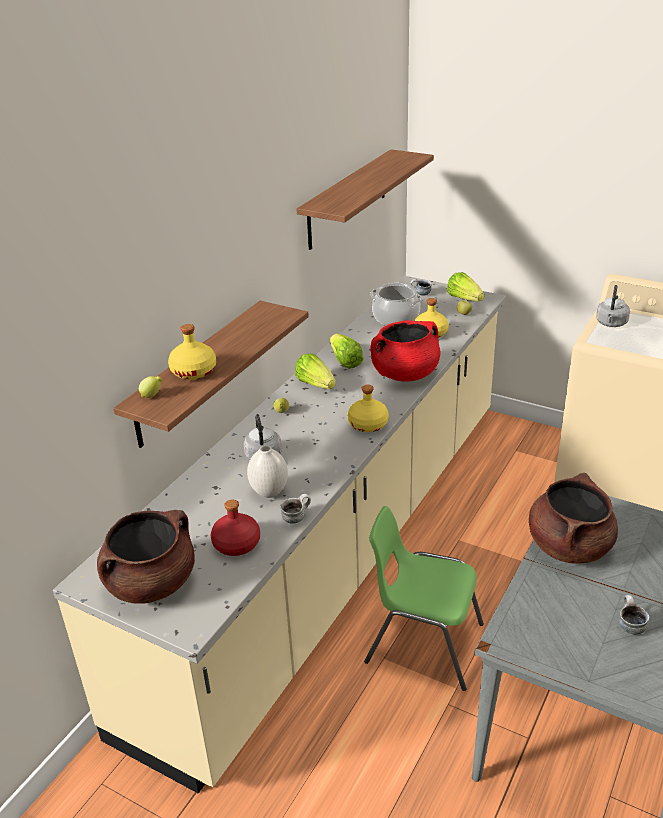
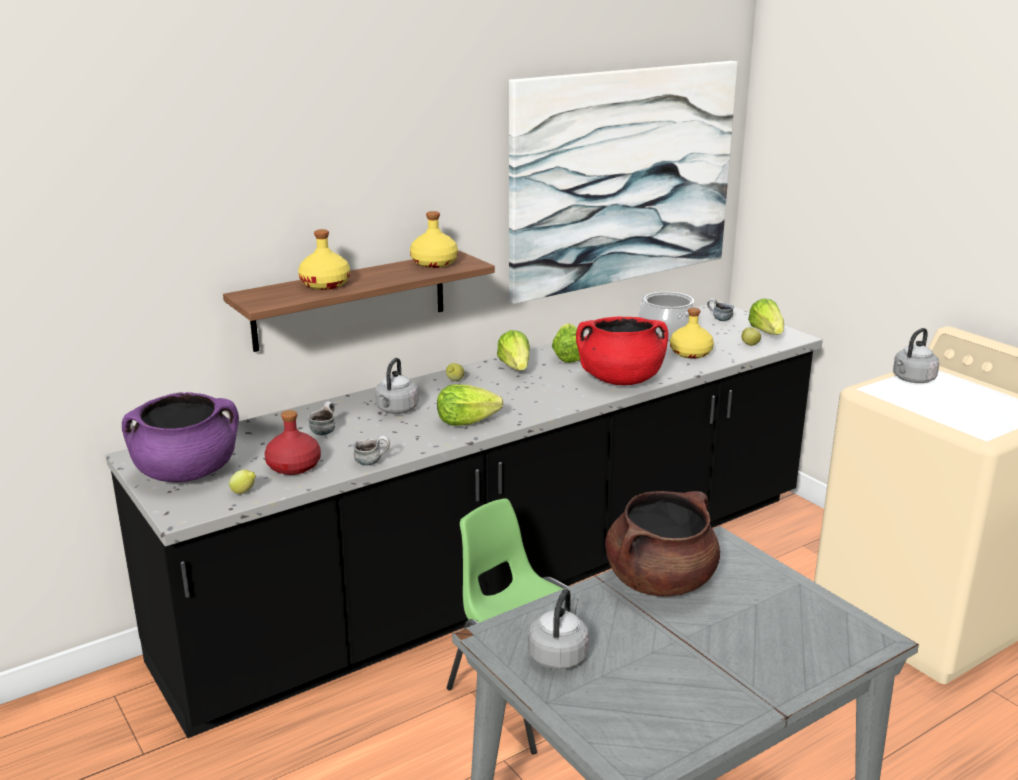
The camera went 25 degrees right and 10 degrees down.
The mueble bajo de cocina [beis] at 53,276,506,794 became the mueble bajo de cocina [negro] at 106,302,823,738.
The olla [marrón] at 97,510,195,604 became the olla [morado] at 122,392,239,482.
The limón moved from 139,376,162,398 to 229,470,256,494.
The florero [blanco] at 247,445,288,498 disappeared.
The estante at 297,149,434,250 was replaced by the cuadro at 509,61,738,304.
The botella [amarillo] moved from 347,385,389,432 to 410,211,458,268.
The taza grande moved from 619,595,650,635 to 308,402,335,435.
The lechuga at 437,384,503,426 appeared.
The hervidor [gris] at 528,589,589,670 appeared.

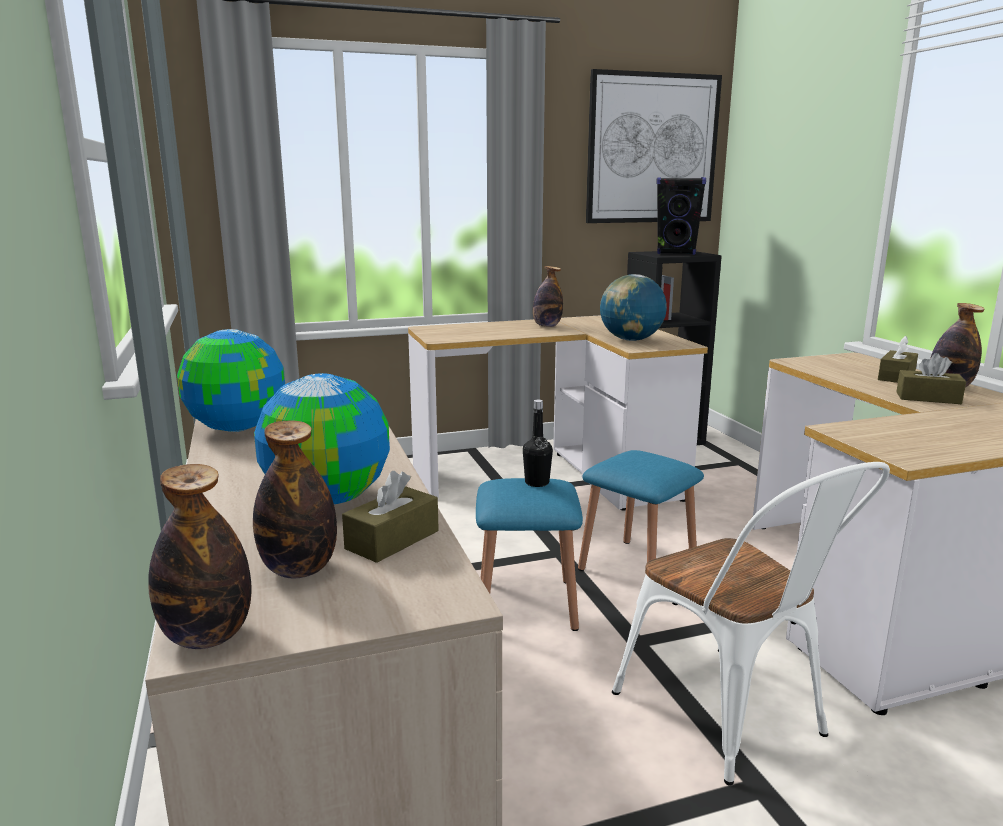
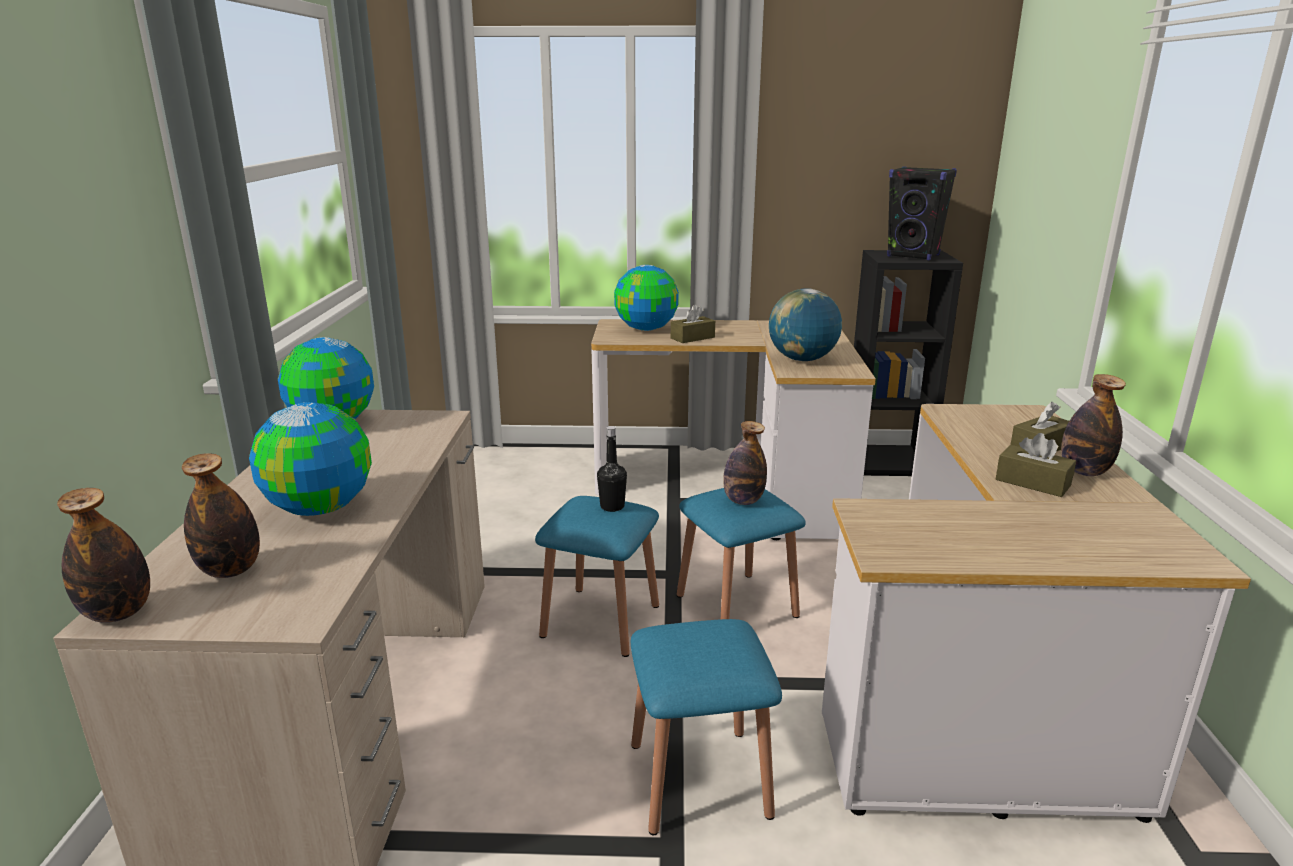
The camera went 20 degrees right and 5 degrees up.
The caja de pañuelos [marrón] moved from 342,471,439,563 to 671,304,715,343.
The botella moved from 533,266,563,327 to 723,421,767,505.
The cuadro at 586,69,722,223 disappeared.
The silla [blanco] at 612,462,890,785 was replaced by the taburete [azul] at 631,619,782,835.
The globo terráqueo at 614,265,679,331 appeared.

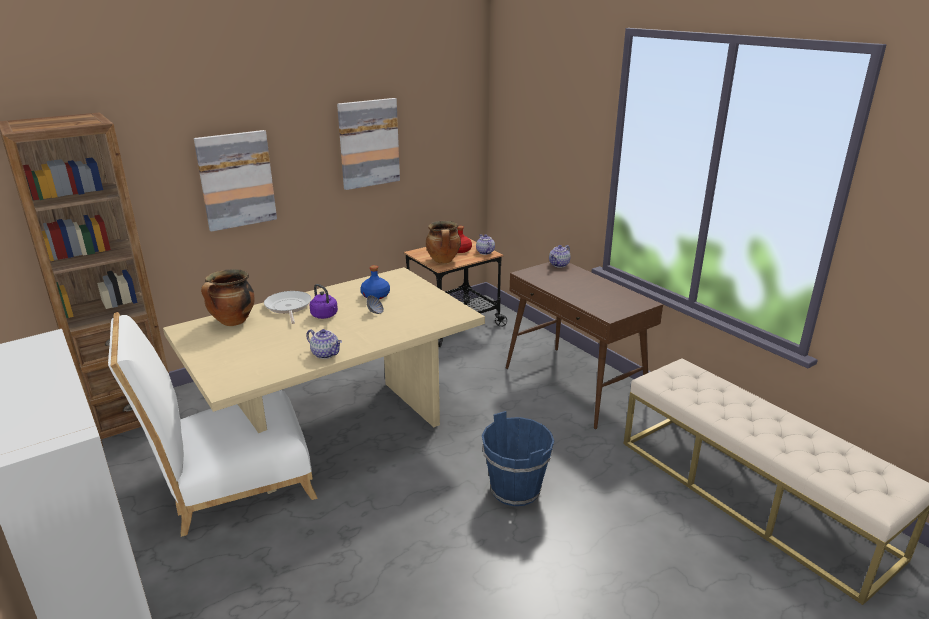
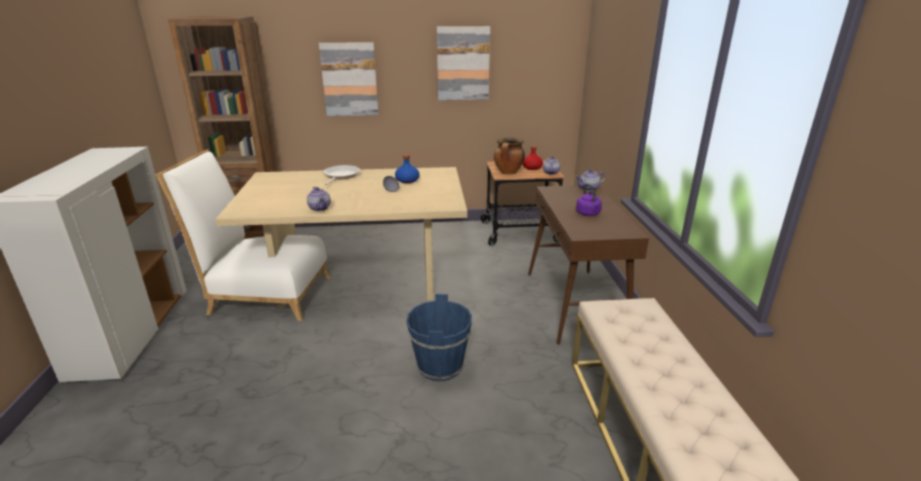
The camera went 30 degrees right and 0 degrees up.
The olla at 201,269,255,326 disappeared.
The hervidor [morado] moved from 310,284,338,319 to 576,184,602,216.

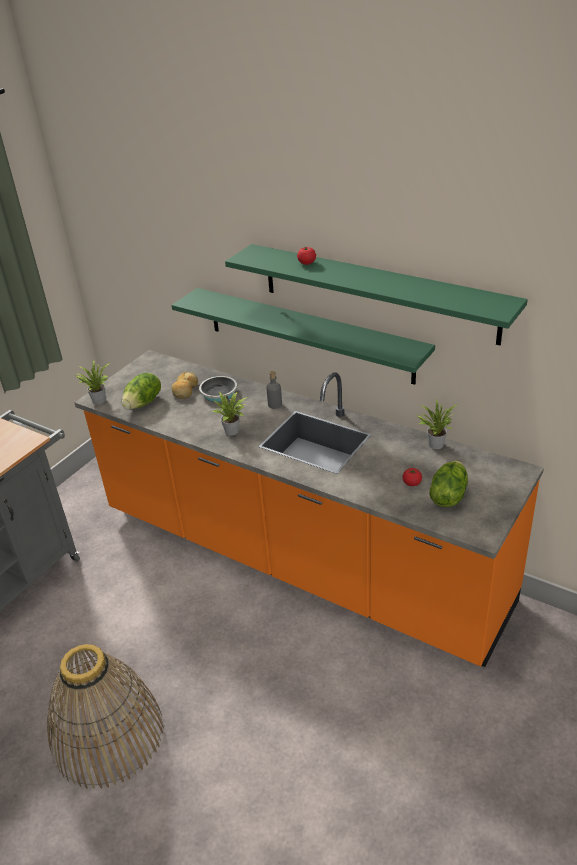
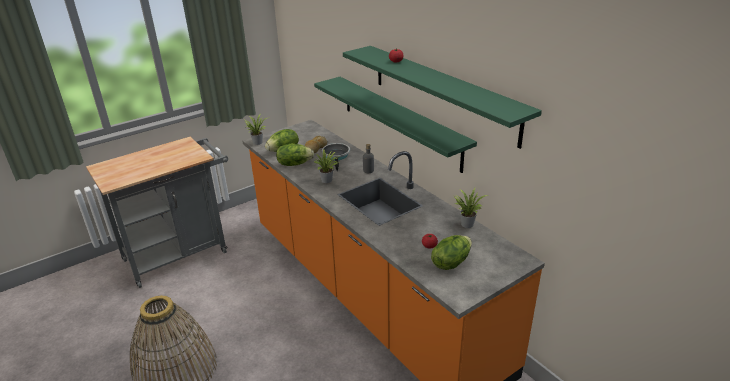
The camera went 20 degrees right and 5 degrees down.
The lechuga at 276,144,314,166 appeared.

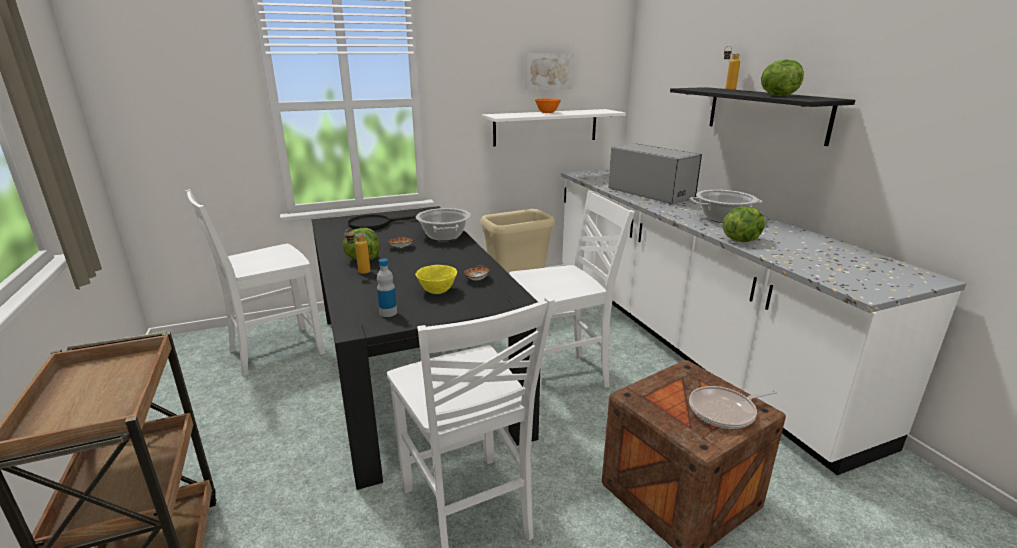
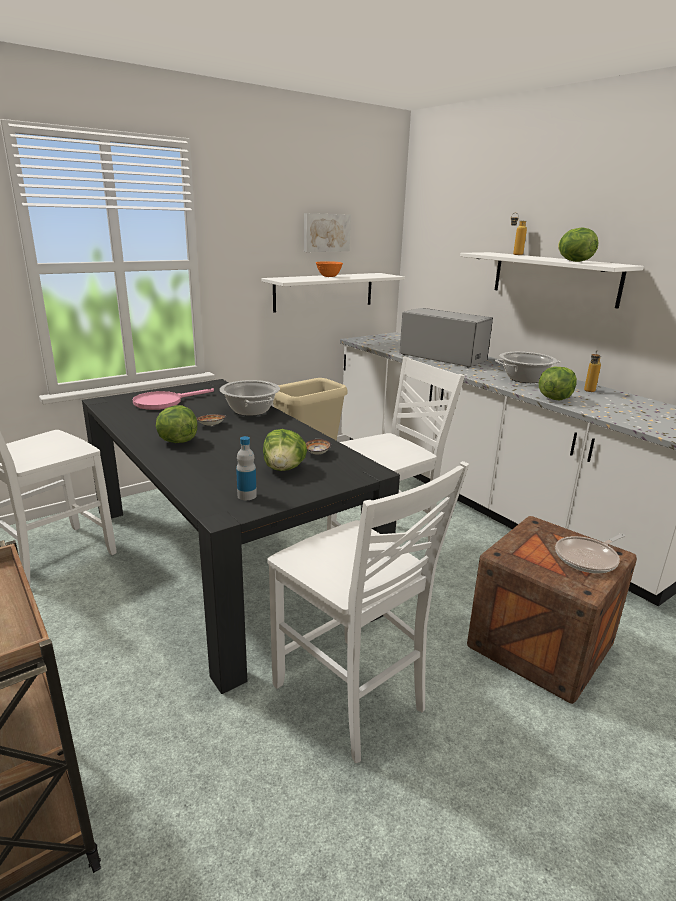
The camera went 15 degrees left and 0 degrees up.
The botella moved from 345,228,370,274 to 584,350,601,392.
The sartén [negro] at 348,215,416,230 became the sartén [rosa] at 133,388,214,410.
The cuenco [amarillo] at 416,265,457,294 was replaced by the lechuga at 263,429,307,471.
The estante [negro] at 670,87,855,146 became the estante [blanco] at 460,252,644,308.

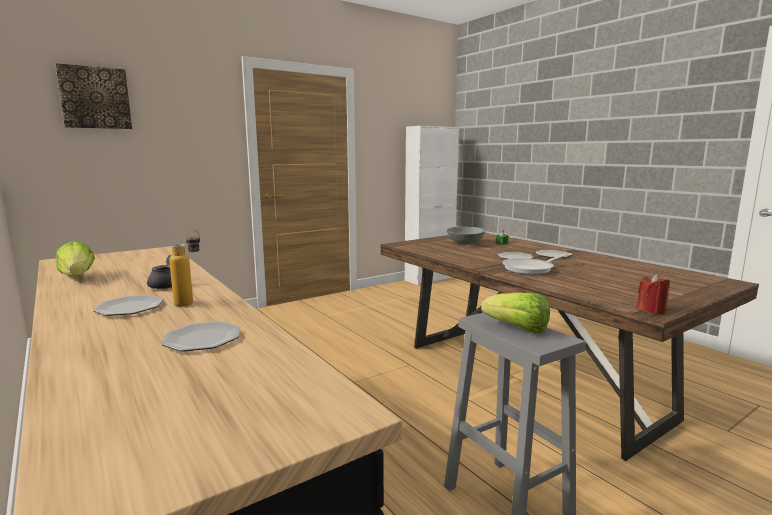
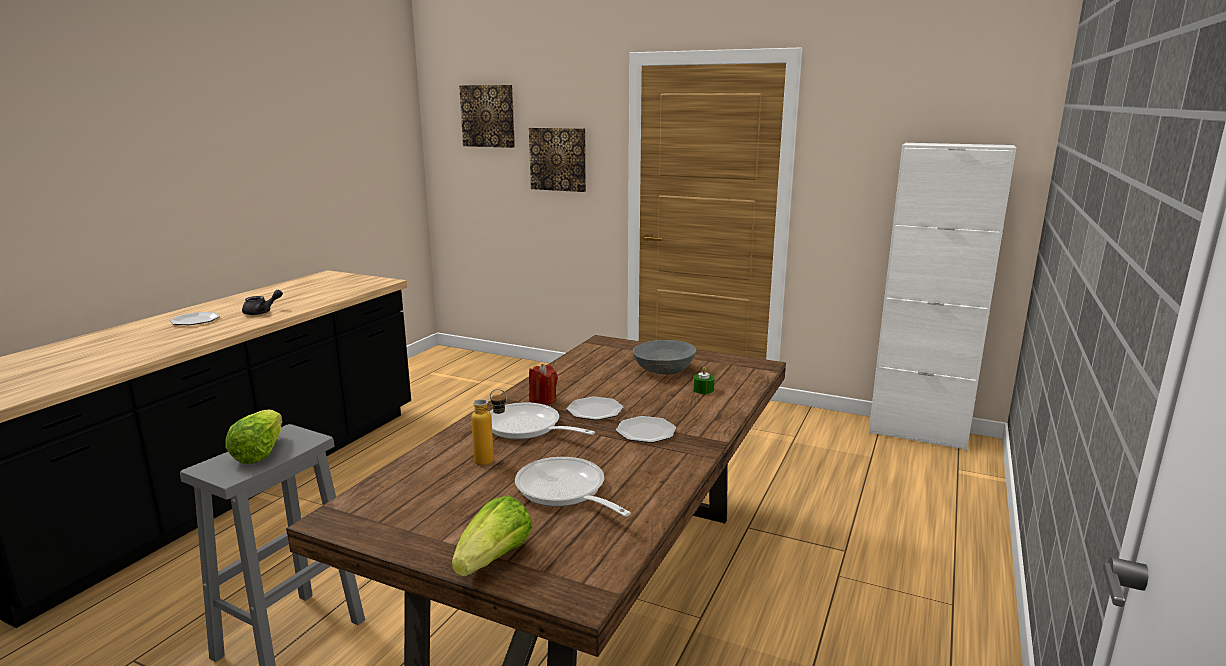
The camera went 60 degrees right and 5 degrees up.
The lechuga moved from 56,241,95,277 to 452,495,532,576.
The plato at 161,321,240,351 disappeared.
The botella moved from 169,230,200,306 to 471,389,507,465.
The vela [rojo] moved from 637,274,670,314 to 529,364,558,405.
The sartén at 515,457,631,517 appeared.
The cuadro at 529,128,586,192 appeared.

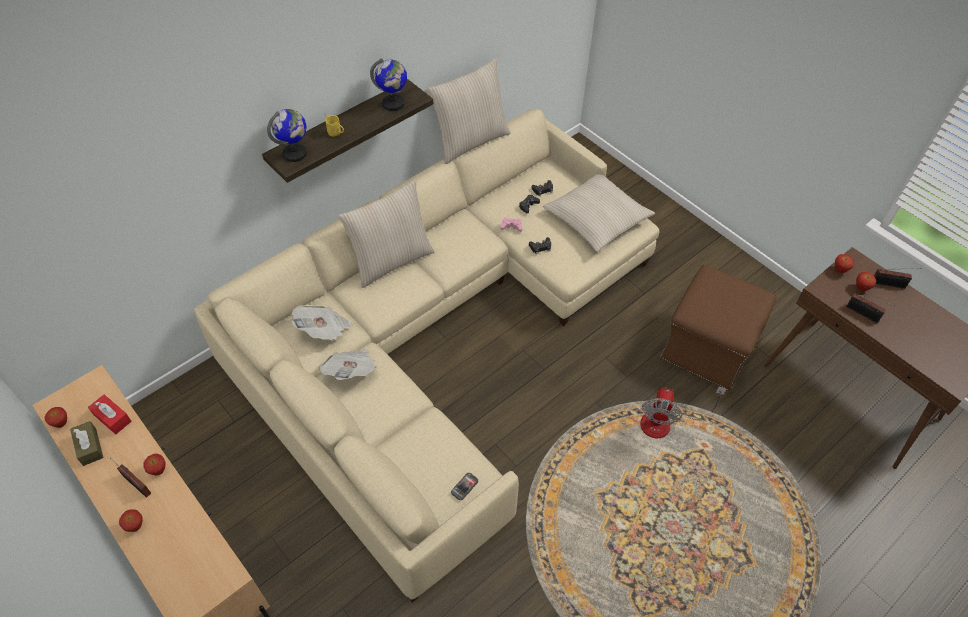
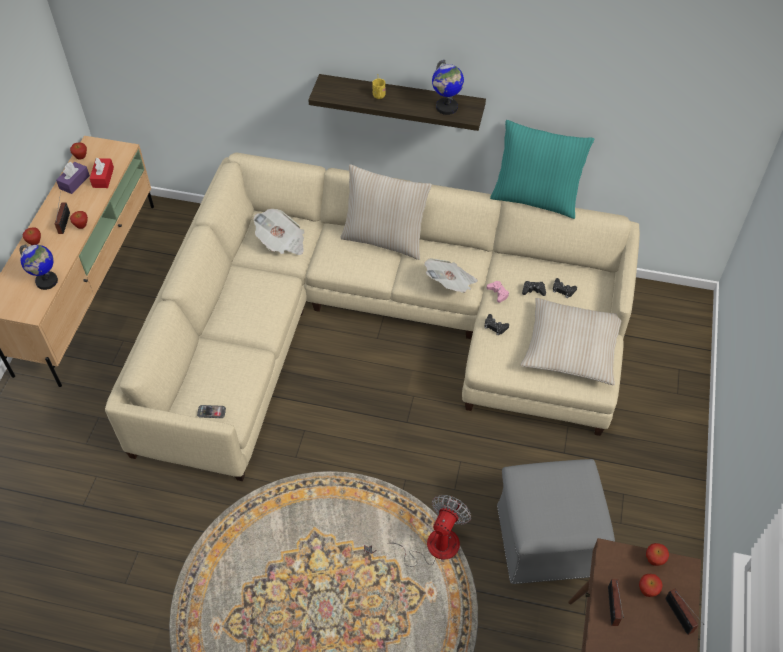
The camera went 55 degrees right and 0 degrees up.
The caja de pañuelos [marrón] at 70,421,104,466 became the caja de pañuelos [morado] at 56,162,90,194.
The globo terráqueo moved from 267,109,307,162 to 19,244,58,290.
The periódico moved from 319,349,377,380 to 424,258,478,293.
The cojín [beis] at 427,58,511,164 became the cojín [turquesa] at 490,120,594,219.
The ventilador at 640,387,726,438 turned 135 degrees clockwise.
The puf [marrón] at 660,265,777,391 became the puf [gris] at 497,459,615,584.

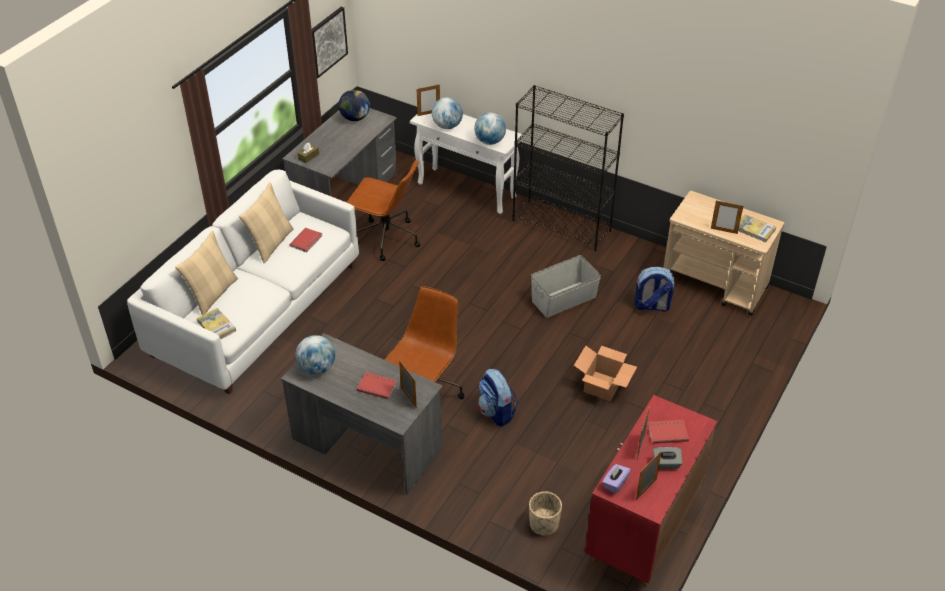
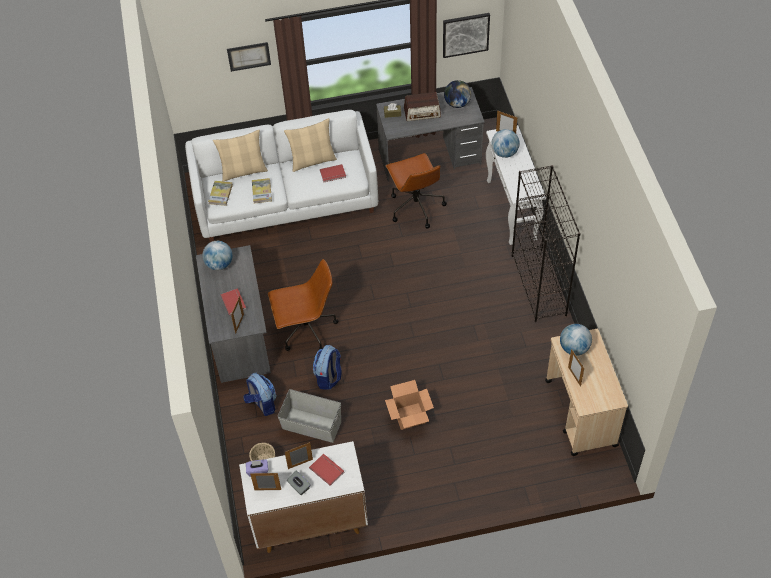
The camera went 50 degrees right and 10 degrees up.
The globo terráqueo moved from 474,112,506,145 to 560,324,592,356.
The caja de almacenaje [gris] moved from 531,255,601,318 to 277,389,341,443.
The armario [rojo] at 585,395,718,587 became the armario [blanco] at 239,441,368,553.
The mochila moved from 634,267,675,312 to 243,373,276,416.
The libro moved from 738,214,776,243 to 252,178,272,203.
The cuadro at 227,42,271,72 appeared.
The radio at 404,92,441,121 appeared.

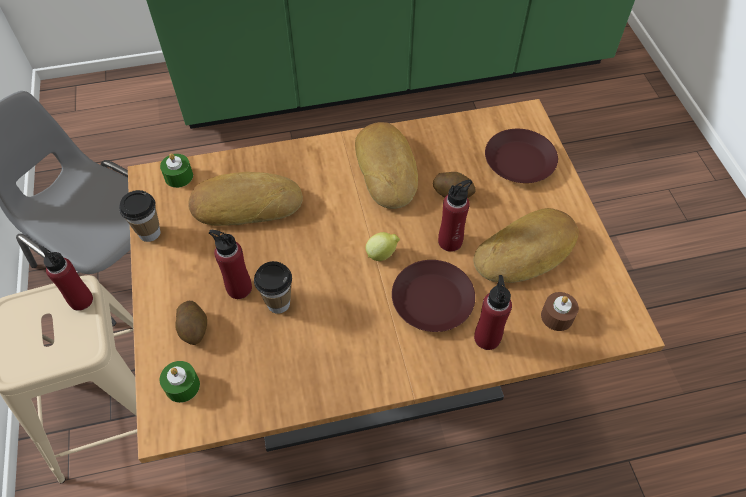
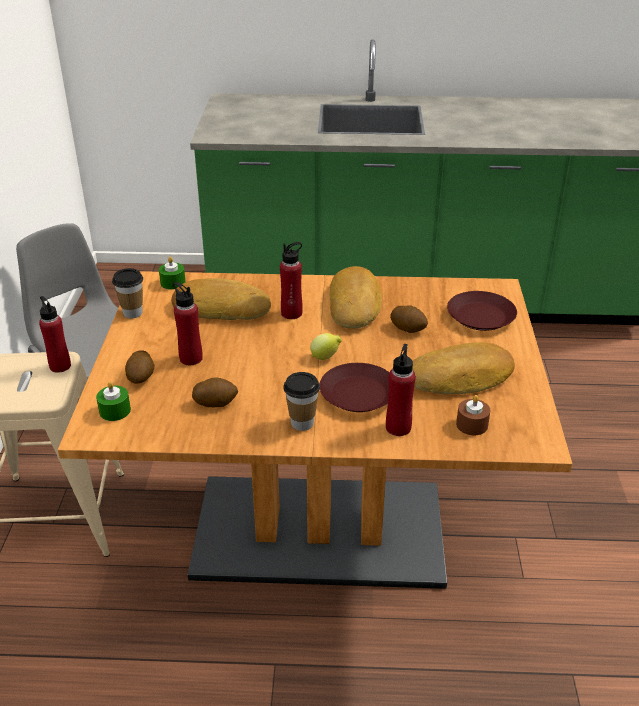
The camera went 15 degrees right and 20 degrees down.
The taza moved from 254,261,292,314 to 283,372,320,431.
The botella [rojo] moved from 438,179,472,252 to 280,242,303,319.
The patata at 192,378,238,407 appeared.

